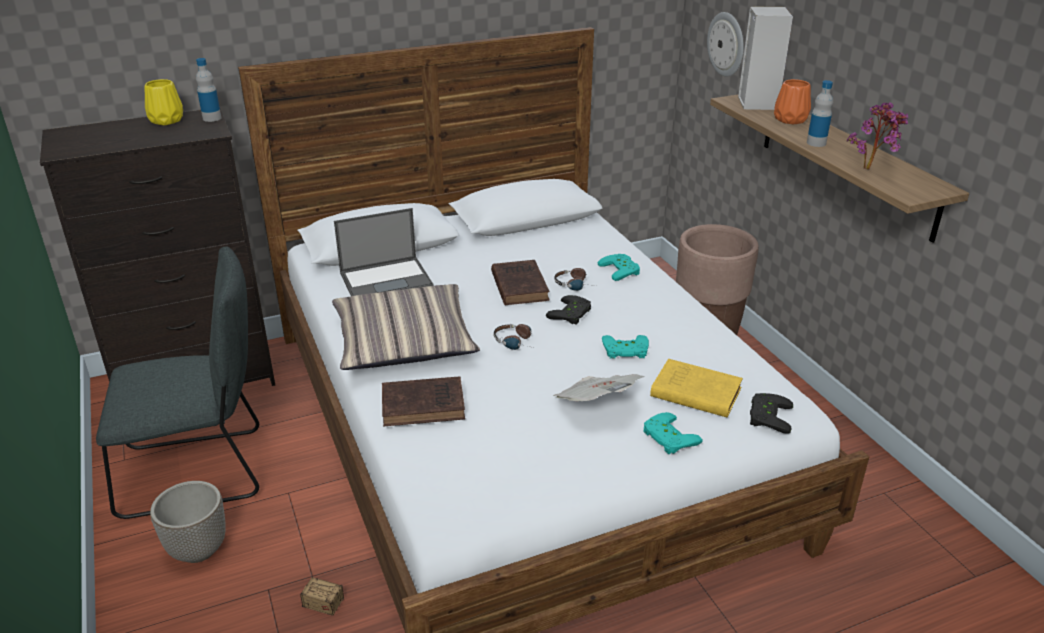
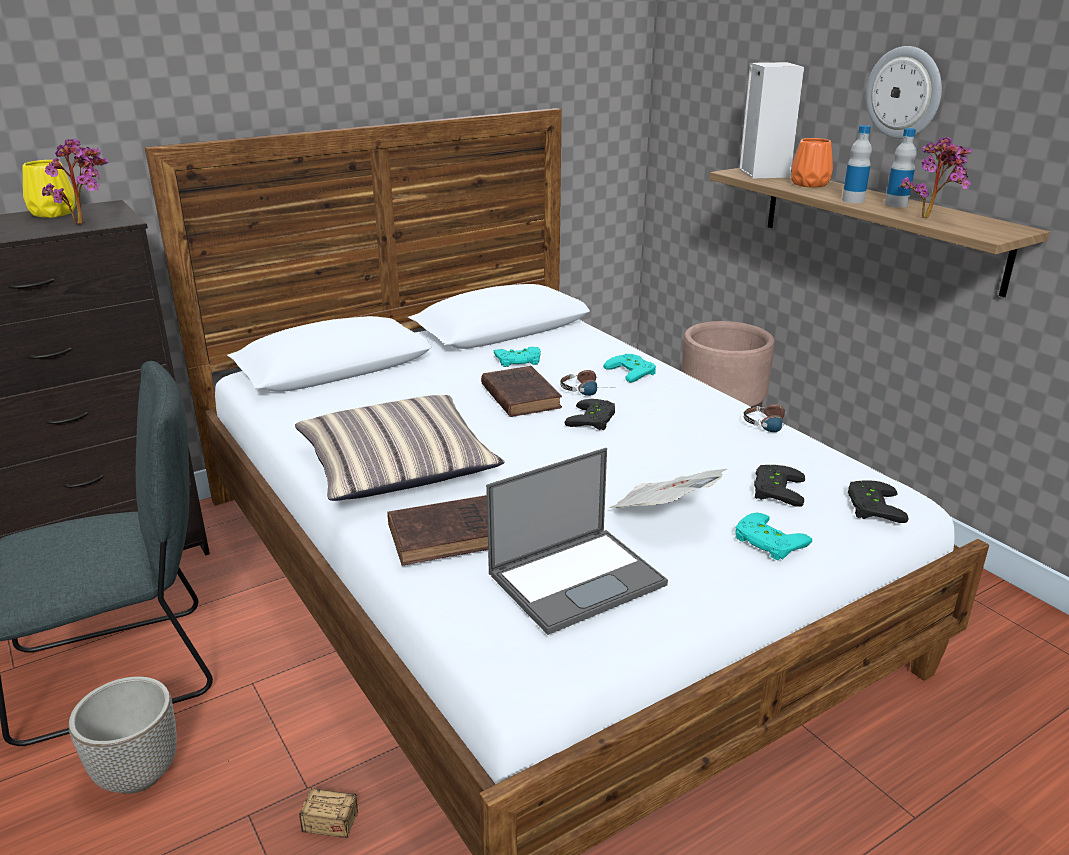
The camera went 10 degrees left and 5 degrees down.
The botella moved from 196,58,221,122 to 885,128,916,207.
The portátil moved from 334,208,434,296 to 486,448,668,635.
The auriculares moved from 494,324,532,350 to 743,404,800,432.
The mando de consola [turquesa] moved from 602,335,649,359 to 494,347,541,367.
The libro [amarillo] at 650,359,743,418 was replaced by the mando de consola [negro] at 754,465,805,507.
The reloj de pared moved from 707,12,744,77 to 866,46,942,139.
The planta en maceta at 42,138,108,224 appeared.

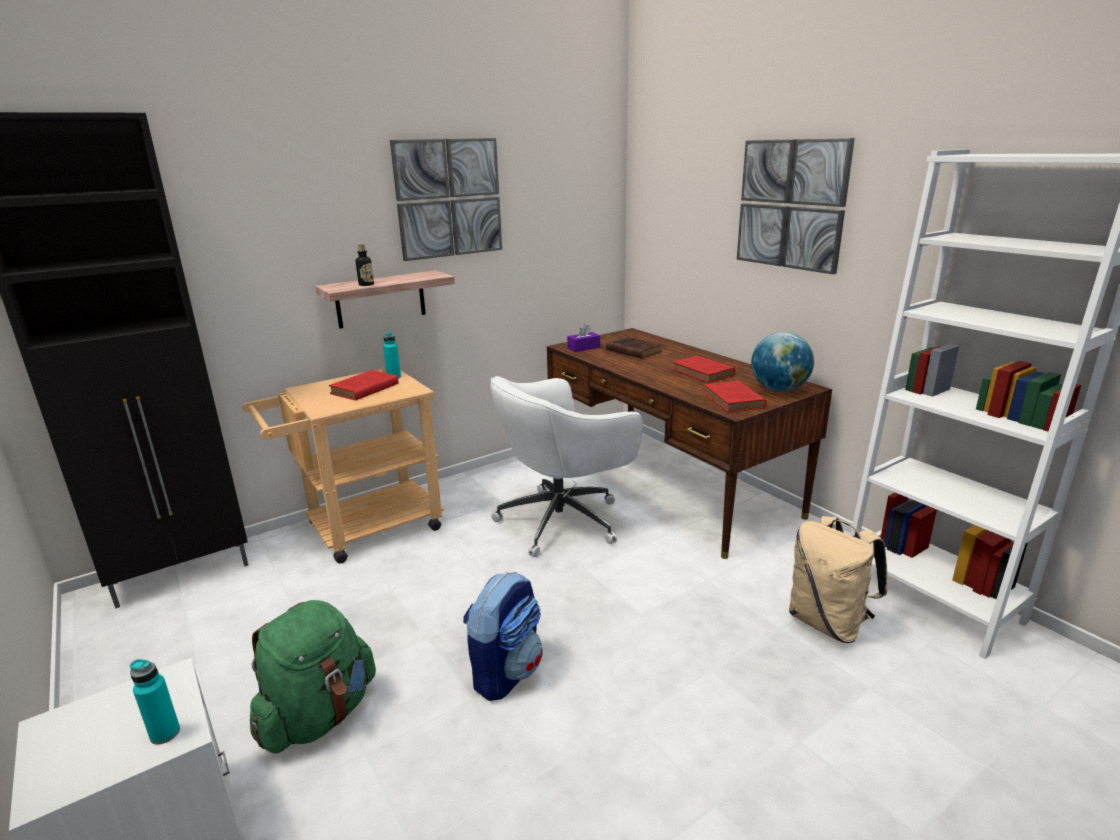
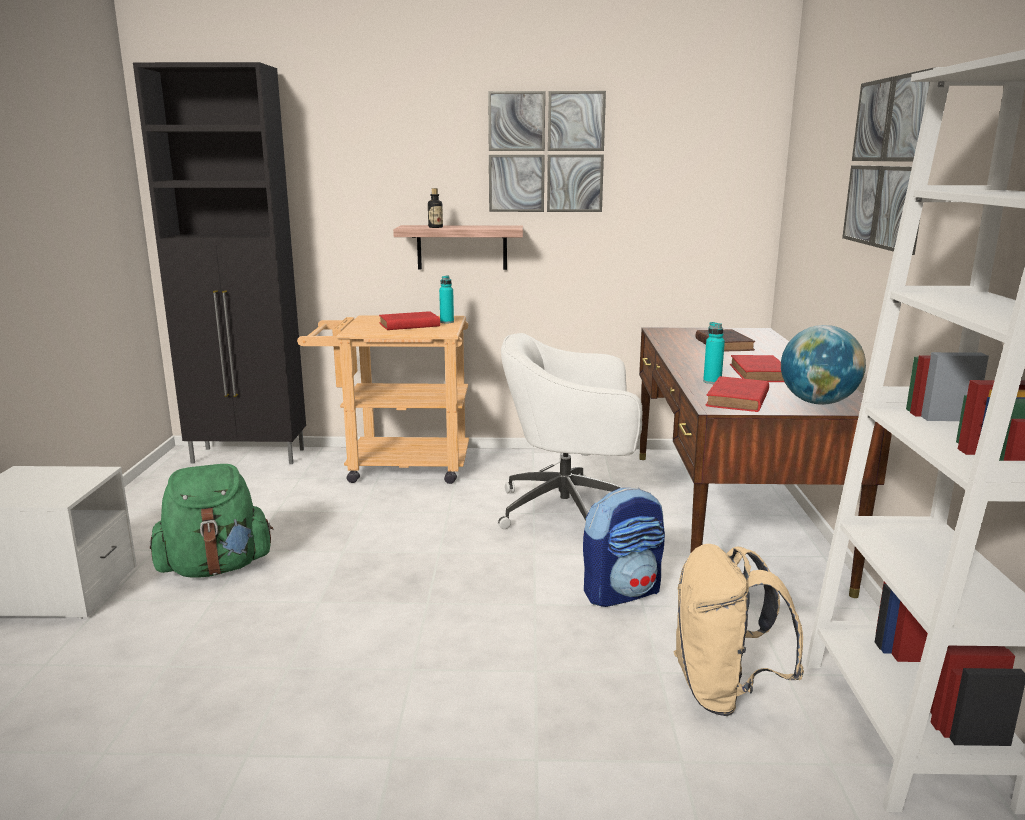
The camera went 35 degrees right and 5 degrees down.
The botella [turquesa] moved from 130,659,180,745 to 703,322,725,384.
The mochila moved from 463,572,543,701 to 583,487,665,607.
The caja de pañuelos [morado] at 567,324,600,352 disappeared.

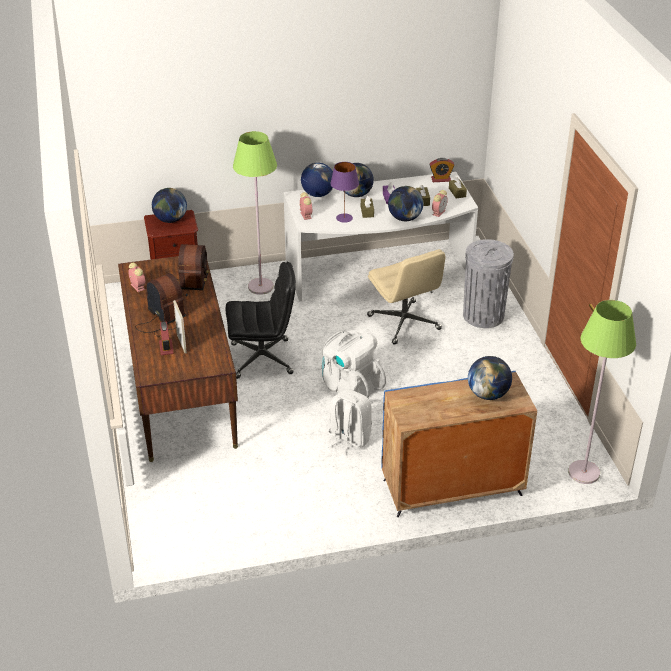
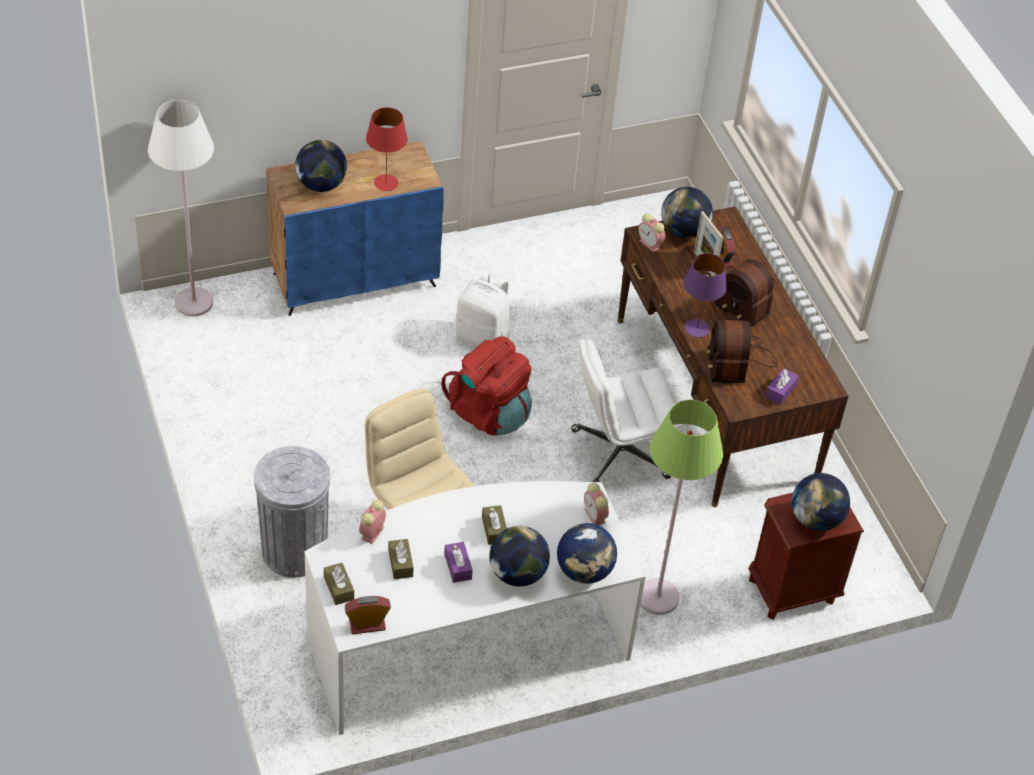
The camera went 170 degrees right and 10 degrees up.
The despertador moved from 128,262,145,292 to 638,213,665,252.
The silla de oficina [negro] at 225,262,296,379 became the silla de oficina [blanco] at 571,339,683,482.
The mochila [blanco] at 322,330,386,398 became the mochila [rojo] at 441,336,532,435.
The lámpara de mesa [morado] moved from 330,162,359,223 to 683,253,727,337.
The globo terráqueo moved from 388,186,424,221 to 661,187,713,238.
The lámpara de pie [verde] at 568,300,636,484 became the lámpara de pie [blanco] at 148,100,214,317.
The lámpara de mesa [rojo] at 366,107,408,191 appeared.
The caja de pañuelos [morado] at 765,368,799,405 appeared.

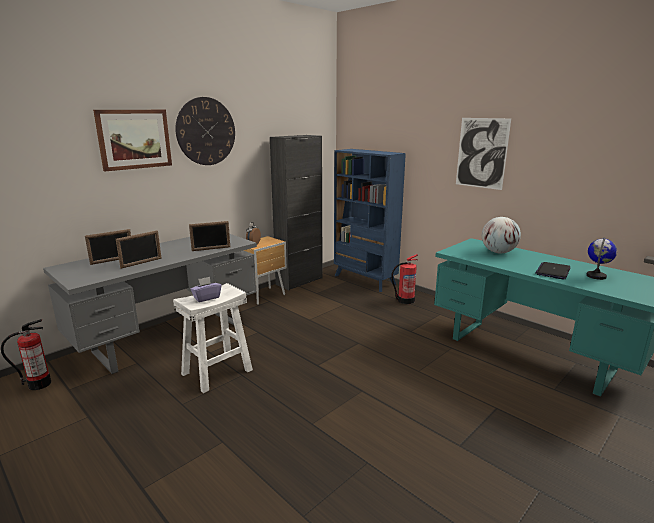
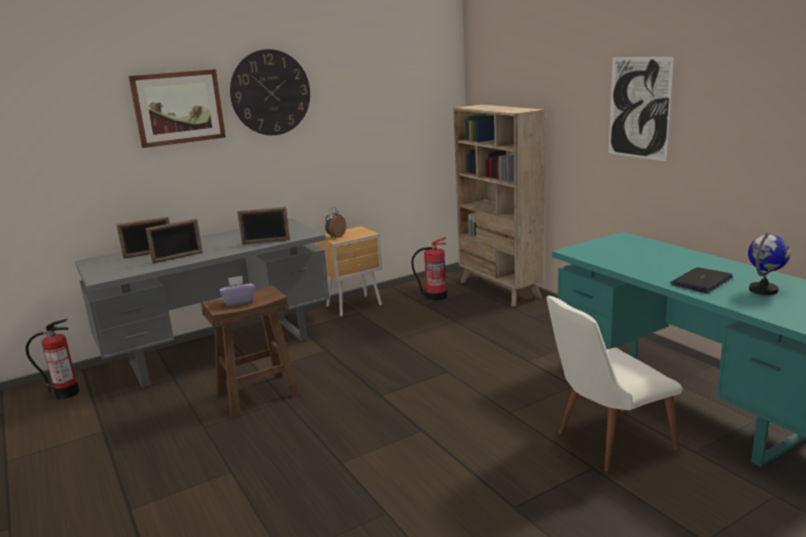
The camera went 15 degrees right and 0 degrees up.
The taburete [blanco] at 173,283,253,393 became the taburete [marrón] at 201,285,300,417.
The armario [negro] at 270,135,323,290 disappeared.
The estantería [azul] at 334,149,406,292 became the estantería [beis] at 453,104,545,306.
The extintor moved from 391,254,418,304 to 411,237,447,301.
The globo terráqueo at 482,217,521,253 disappeared.
The silla [blanco] at 546,296,682,472 appeared.

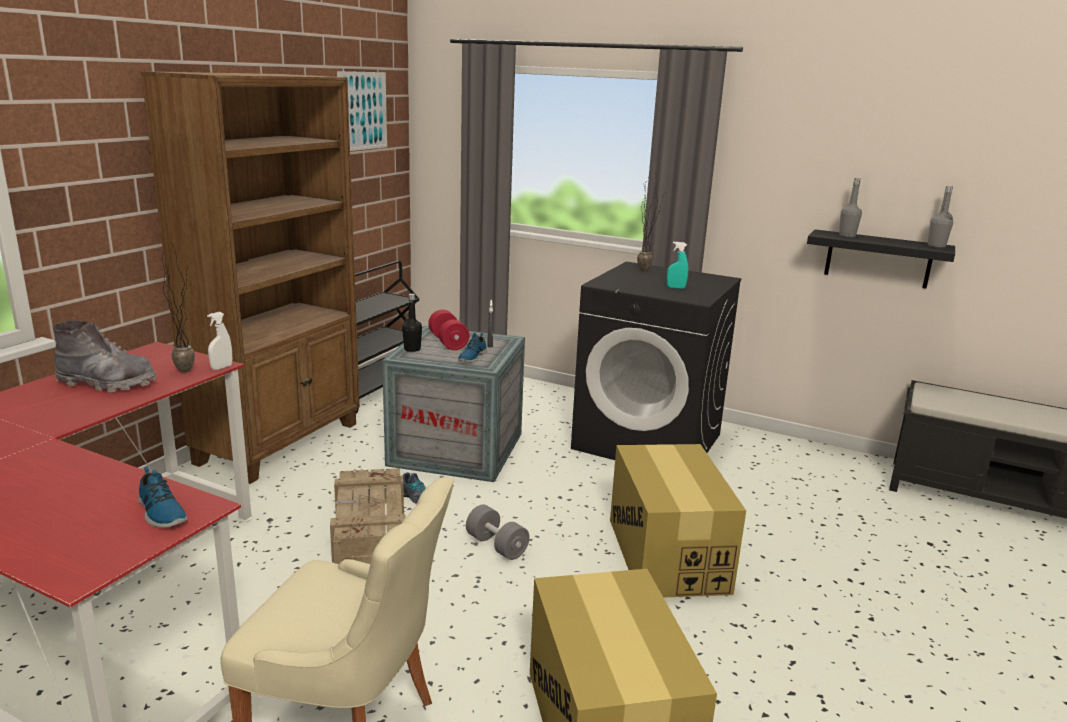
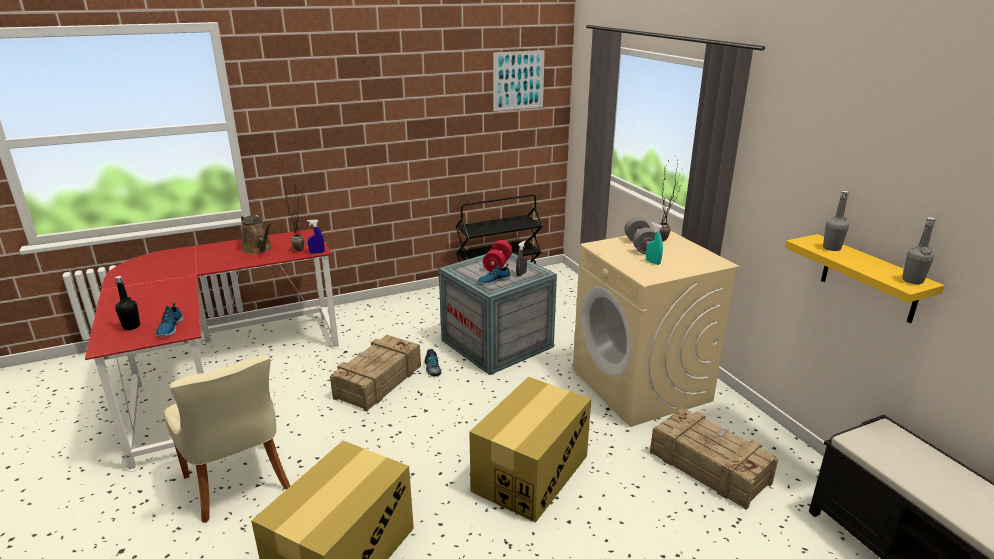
The camera went 40 degrees right and 5 degrees up.
The bota [gris] at 53,320,156,392 was replaced by the regadera [marrón] at 241,215,272,254.
The estantería [marrón] at 140,71,360,484 disappeared.
The pulverizador [blanco] at 207,312,232,370 became the pulverizador [azul] at 307,219,325,254.
The botella [negro] moved from 402,294,422,352 to 115,276,140,330.
The mancuerna [gris] moved from 466,504,530,560 to 625,217,655,254.
The lavadora [negro] at 571,262,742,460 became the lavadora [beis] at 573,230,740,427.
The estante [negro] at 807,229,955,288 became the estante [amarillo] at 785,234,944,323.
The caja de embalaje at 650,408,778,510 appeared.

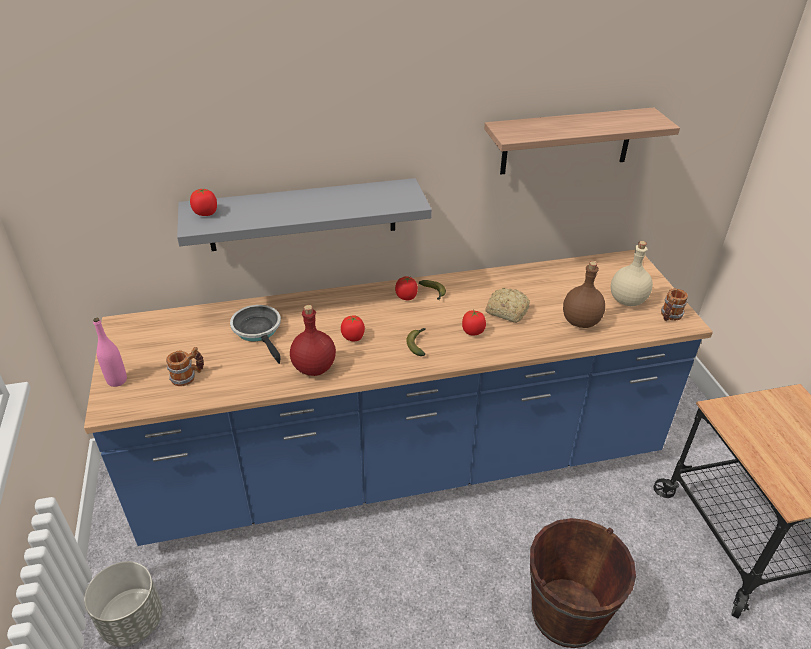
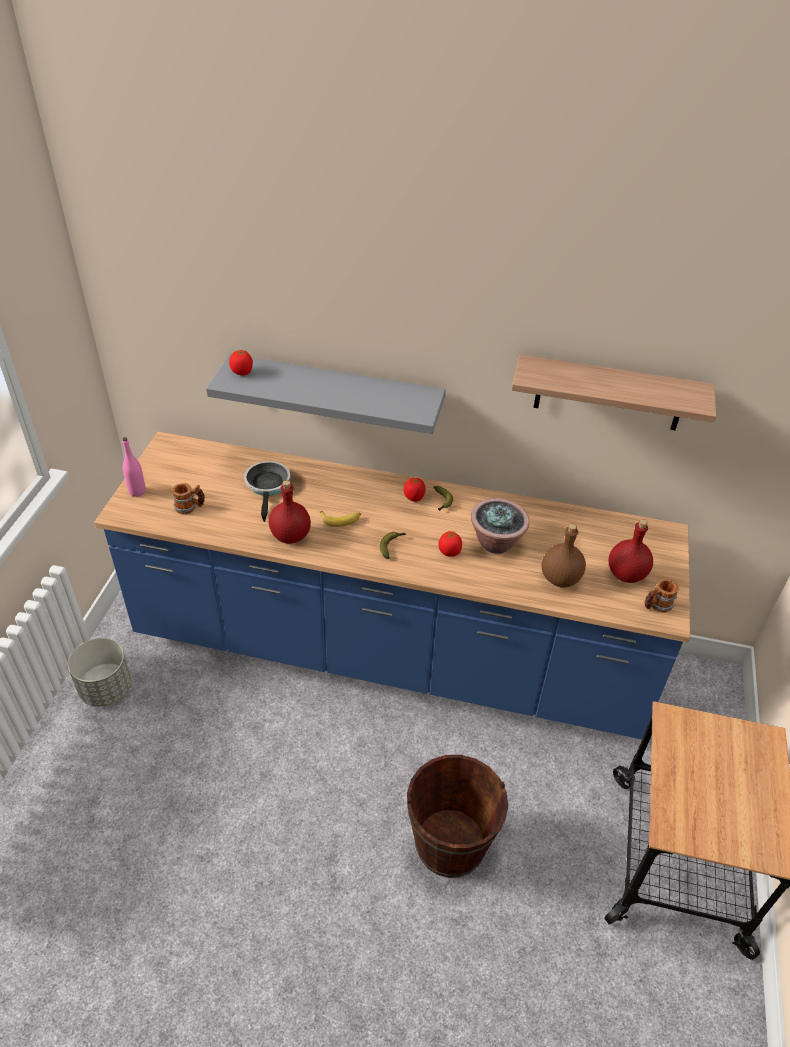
The camera went 25 degrees right and 5 degrees up.
The tomate at 341,315,365,342 was replaced by the plátano at 319,511,361,527.
The pan at 485,288,530,323 was replaced by the planta en maceta at 471,498,529,554.
The botella [beis] at 611,241,653,306 became the botella [rojo] at 609,519,653,583.

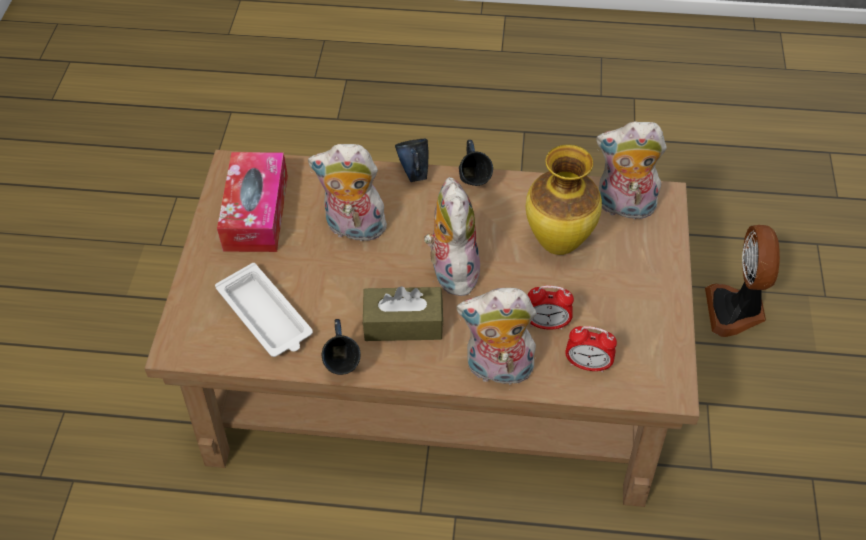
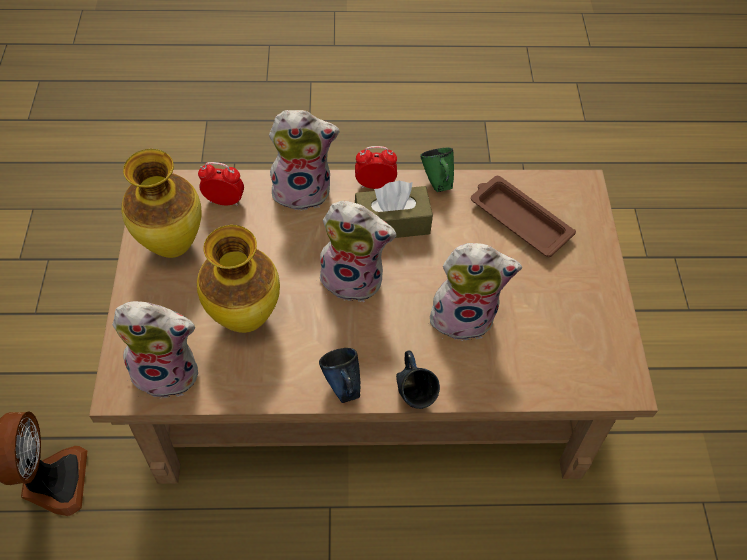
The camera went 170 degrees right and 5 degrees up.
The bandeja [blanco] at 215,263,313,357 became the bandeja [marrón] at 471,176,576,257.
The caja de pañuelos at 217,152,288,252 disappeared.
The taza grande [azul] at 322,319,361,375 became the taza grande [verde] at 420,148,454,192.
The peluche at 424,177,480,296 turned 60 degrees counterclockwise.
The despertador moved from 528,285,574,330 to 355,146,397,189.
The florero at 121,149,202,258 appeared.

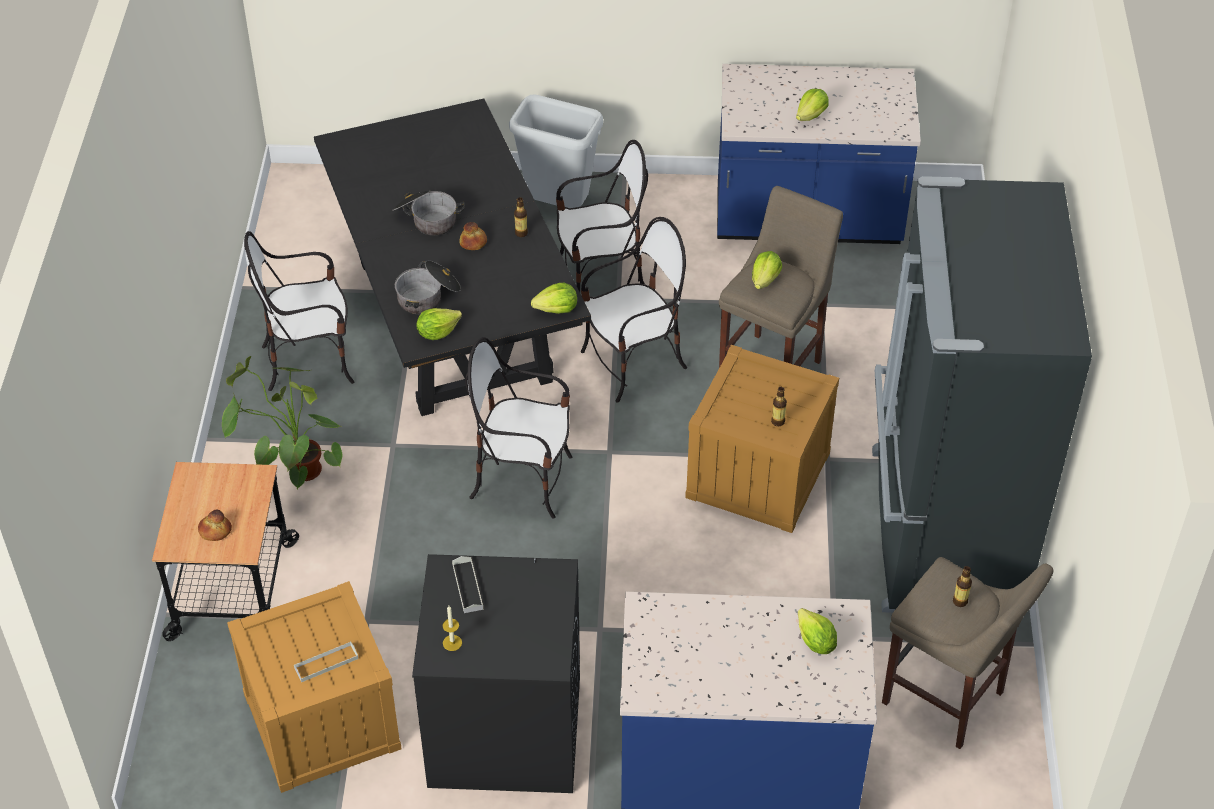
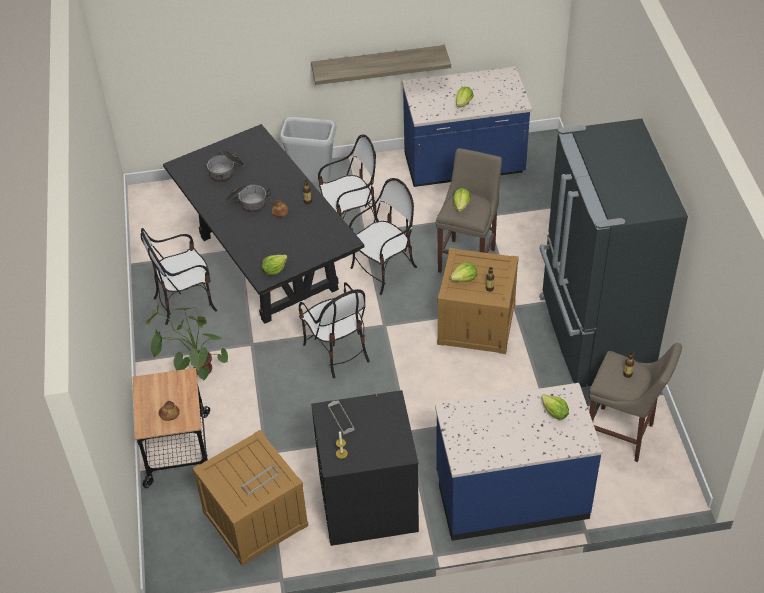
The camera went 10 degrees left and 0 degrees up.
The olla moved from 395,260,461,314 to 207,150,244,182.
The silla at 465,337,573,519 turned 120 degrees counterclockwise.
The lechuga moved from 531,283,577,314 to 450,262,477,282.
The estante at 311,45,451,85 appeared.

